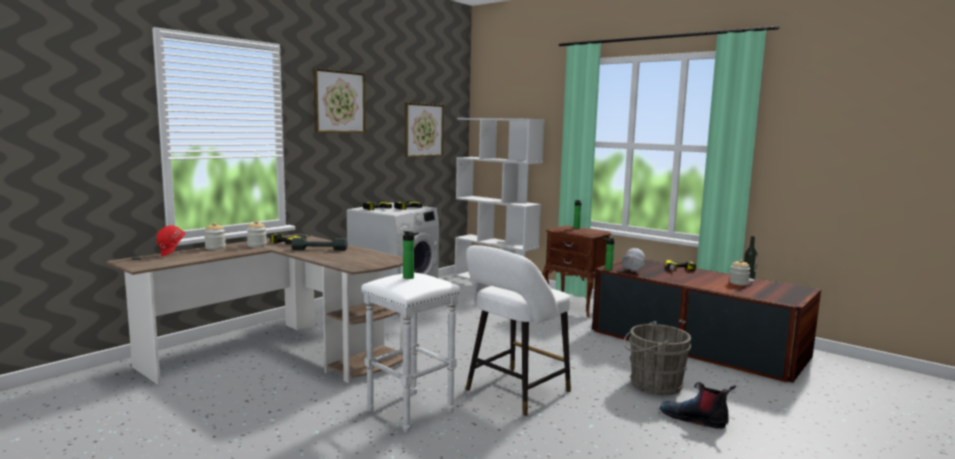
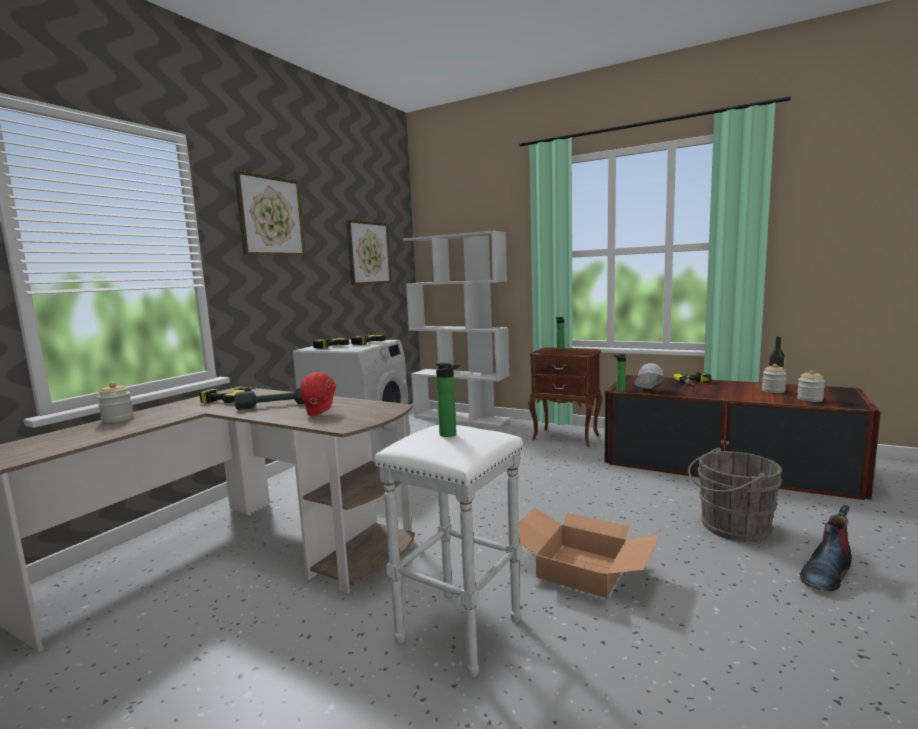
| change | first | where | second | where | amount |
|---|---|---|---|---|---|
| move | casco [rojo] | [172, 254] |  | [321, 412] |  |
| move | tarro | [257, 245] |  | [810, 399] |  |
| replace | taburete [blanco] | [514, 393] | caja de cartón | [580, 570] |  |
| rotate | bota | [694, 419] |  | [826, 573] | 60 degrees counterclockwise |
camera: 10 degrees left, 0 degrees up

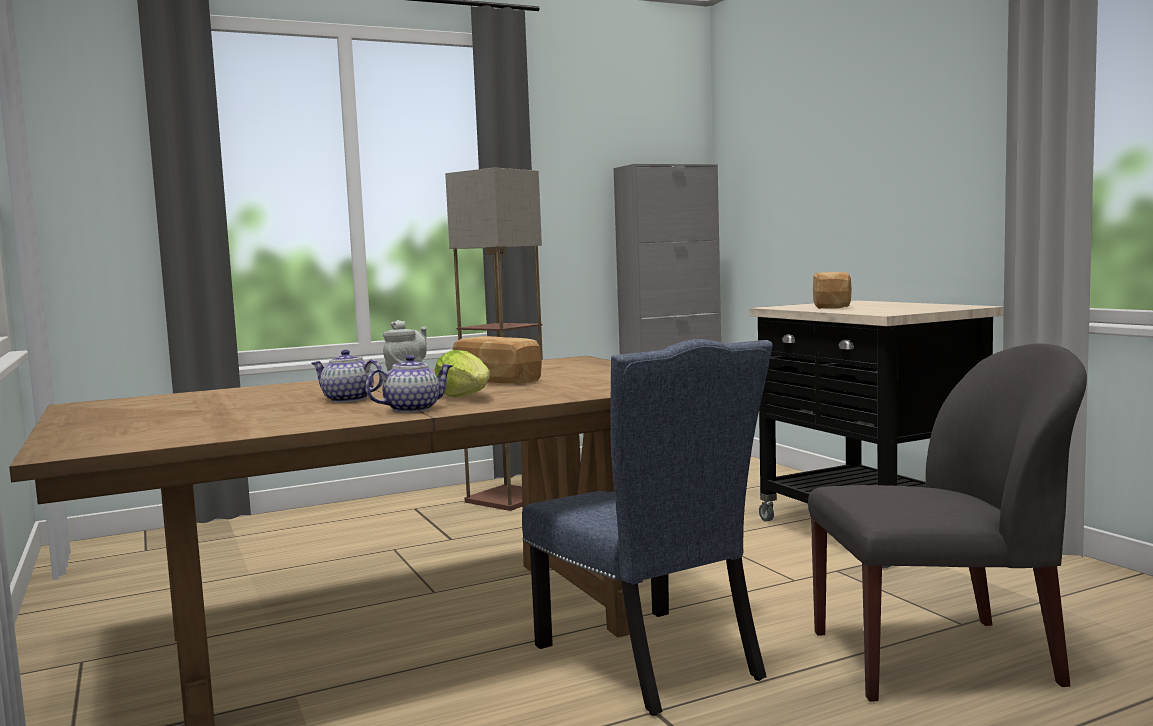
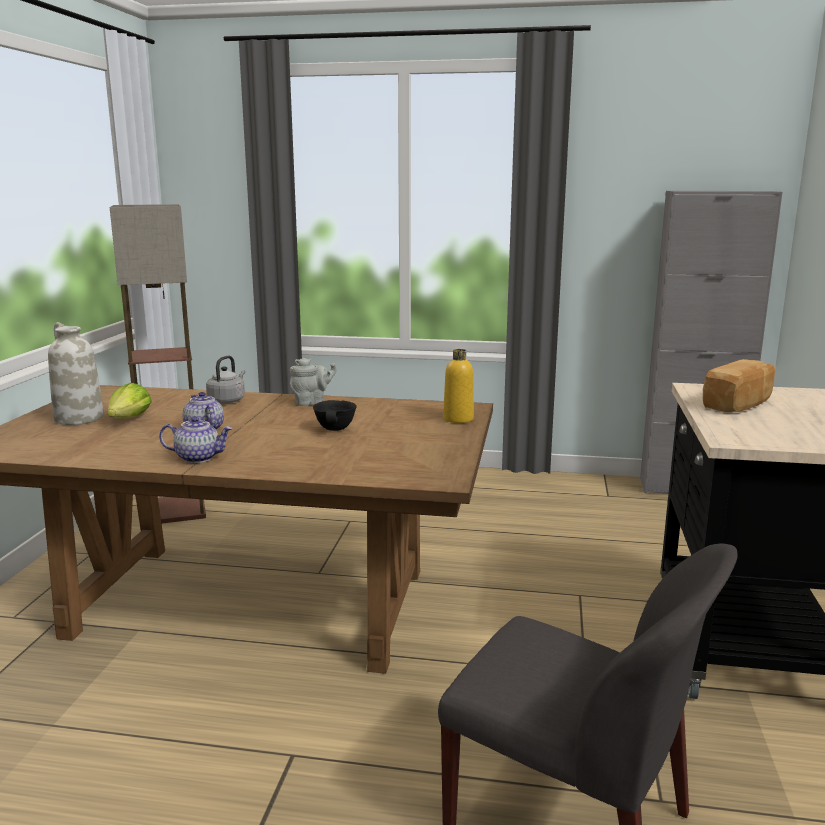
| change | first | where | second | where | amount |
|---|---|---|---|---|---|
| move | lechuga | [466, 397] |  | [130, 419] |  |
| move | lámpara de pie | [507, 498] |  | [175, 509] |  |
| replace | pan | [495, 381] | cuenco [negro] | [336, 429] |  |
| delete | silla [azul] | [648, 658] |  |  |  |
| insert |  |  | florero [blanco] | [78, 418] |  |
| insert |  |  | hervidor [gris] | [227, 400] |  |
| insert |  |  | botella [amarillo] | [458, 419] |  |
camera: 35 degrees right, 10 degrees up

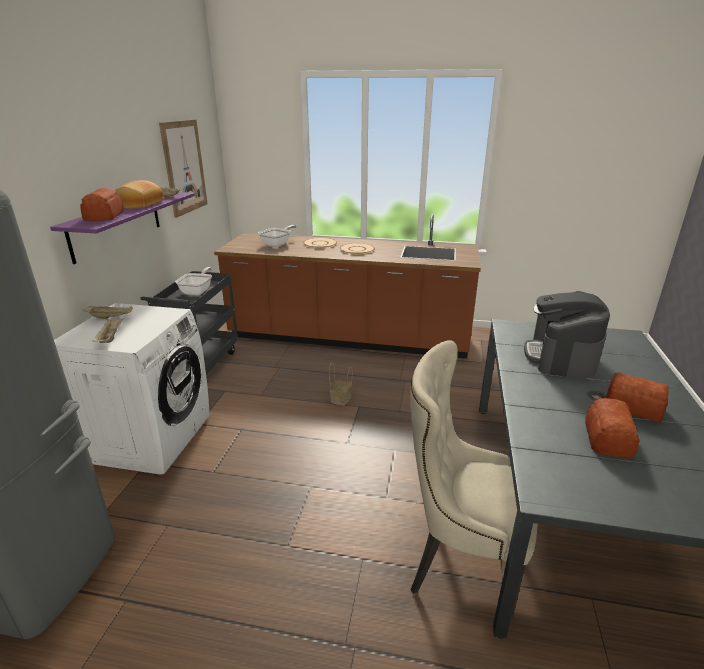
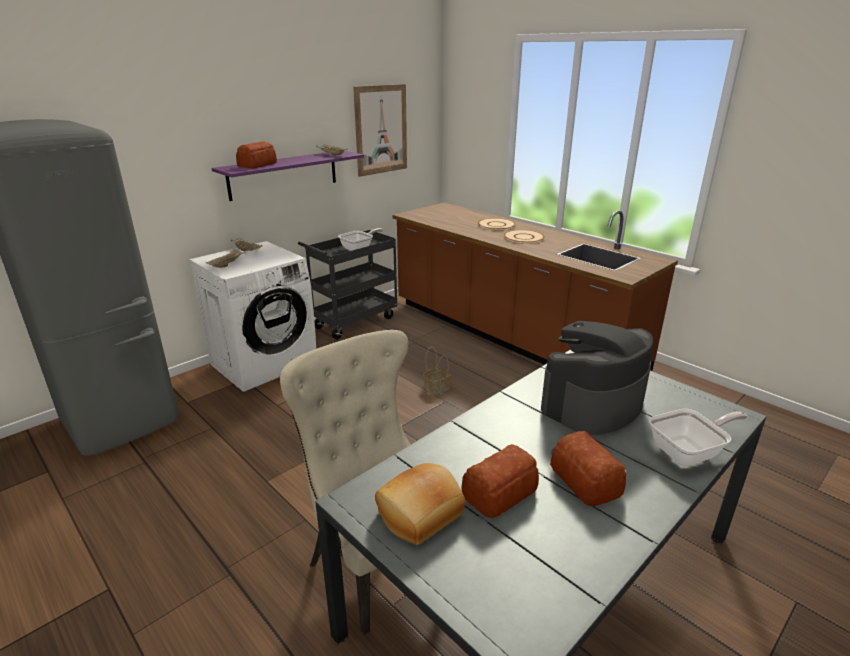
| change | first | where | second | where | amount |
|---|---|---|---|---|---|
| move | pan | [141, 204] |  | [421, 515] |  |
| move | sartén | [278, 244] |  | [689, 452] |  |
camera: 35 degrees right, 0 degrees up

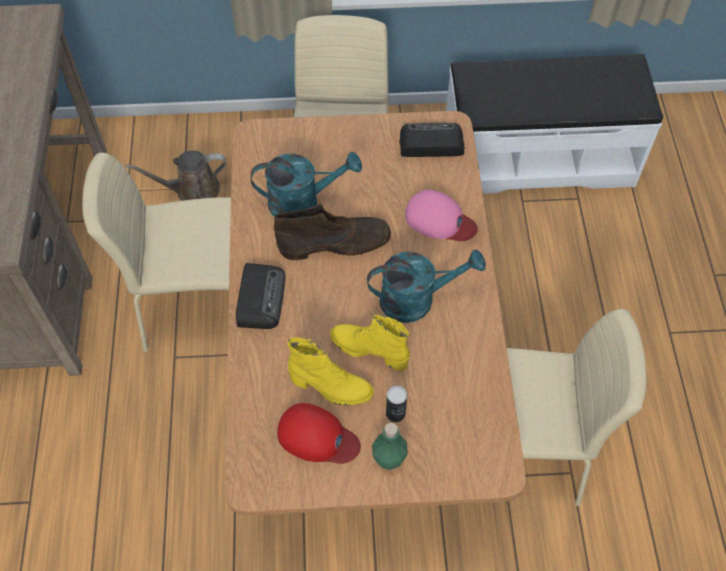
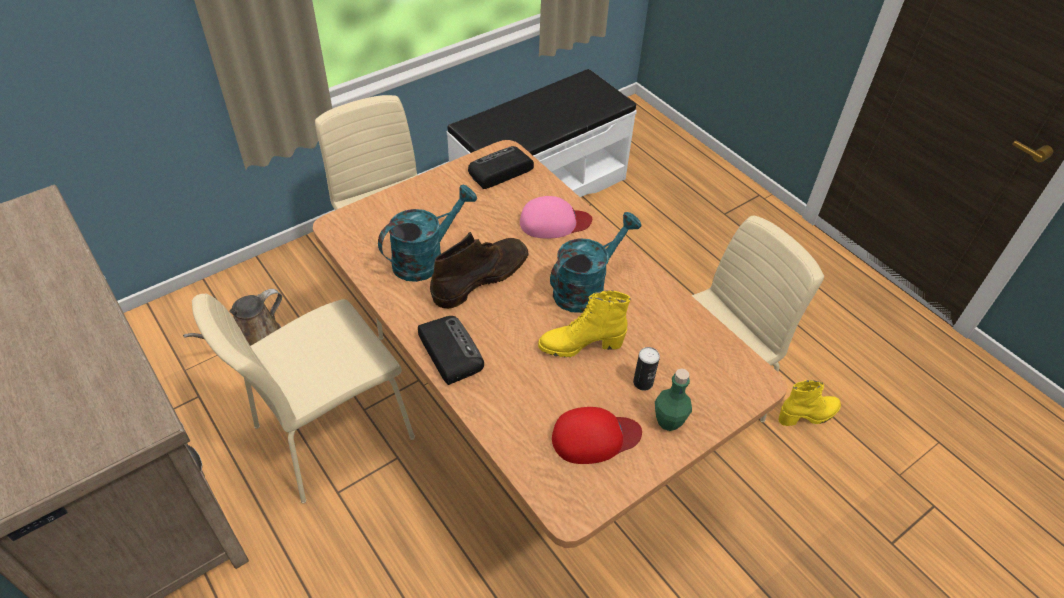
| change | first | where | second | where | amount |
|---|---|---|---|---|---|
| move | bota [amarillo] | [331, 388] |  | [808, 415] |  |
camera: 35 degrees left, 10 degrees down

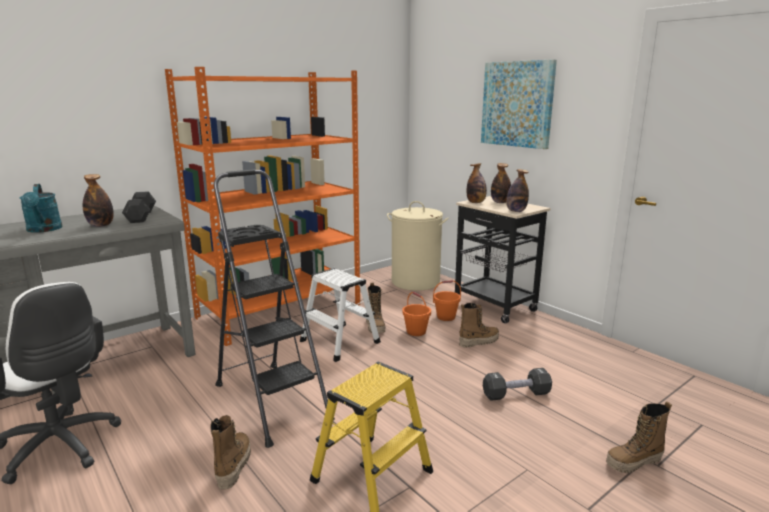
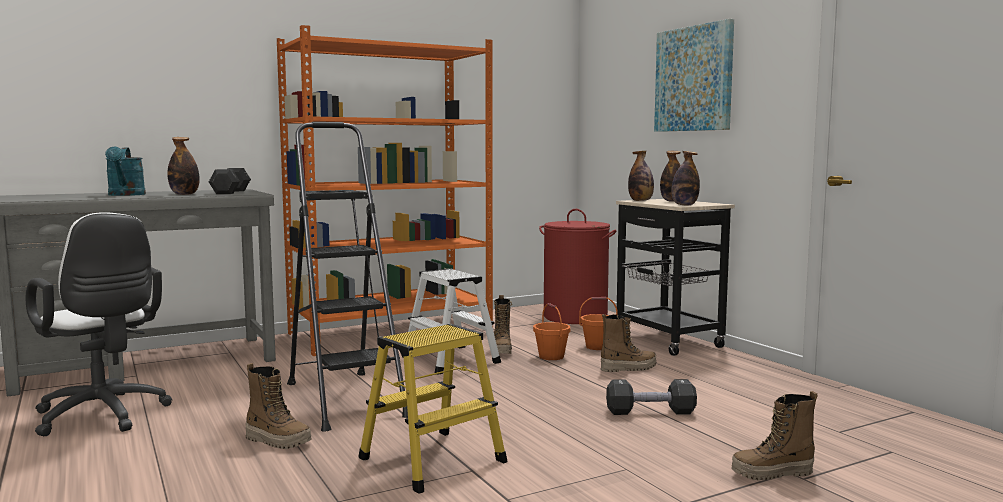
| change | first | where | second | where | amount |
|---|---|---|---|---|---|
| rotate | bota | [233, 466] |  | [278, 441] | 105 degrees clockwise |
| recolor | cesto de la ropa [beis] | [415, 282] | cesto de la ropa [rojo] | [575, 317] |  |
camera: 10 degrees right, 10 degrees down

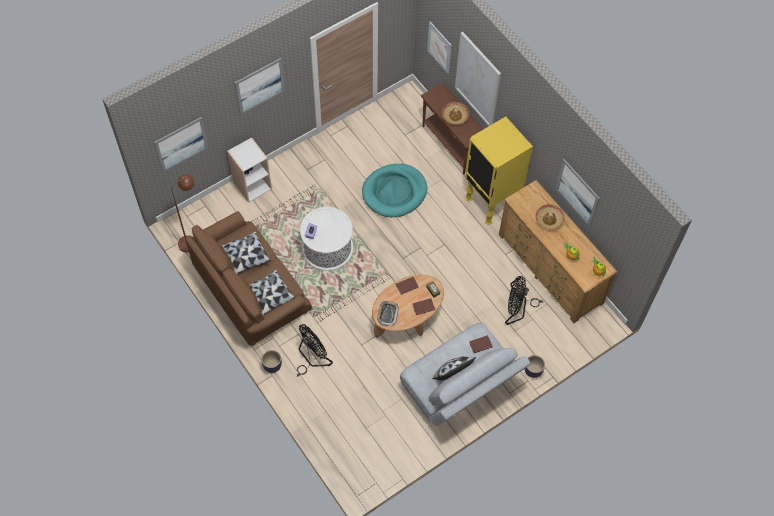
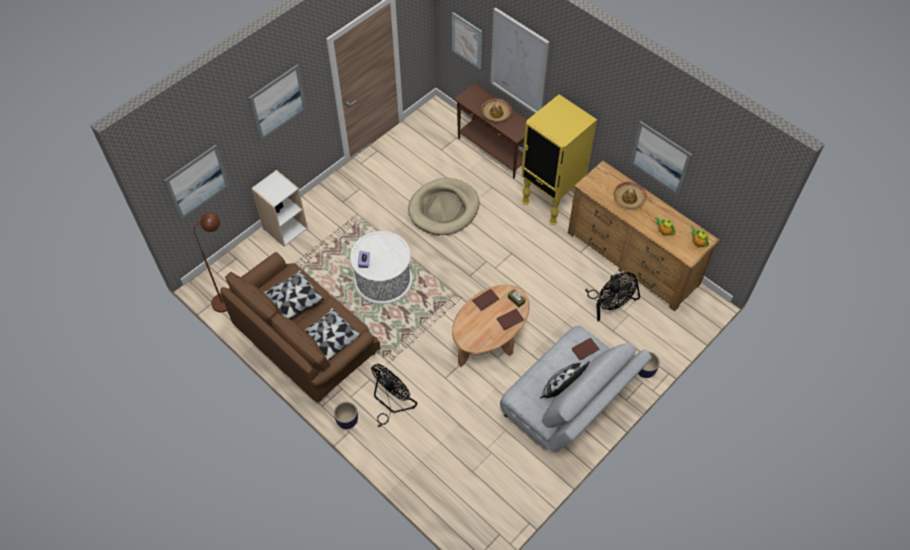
| change | first | where | second | where | amount |
|---|---|---|---|---|---|
| recolor | cama para perro [turquesa] | [394, 192] | cama para perro [beis] | [444, 209] |  |
| delete | bandeja | [387, 314] |  |  |  |
| rotate | ventilador [negro] | [518, 306] |  | [609, 304] | 120 degrees counterclockwise |
camera: 10 degrees left, 5 degrees down

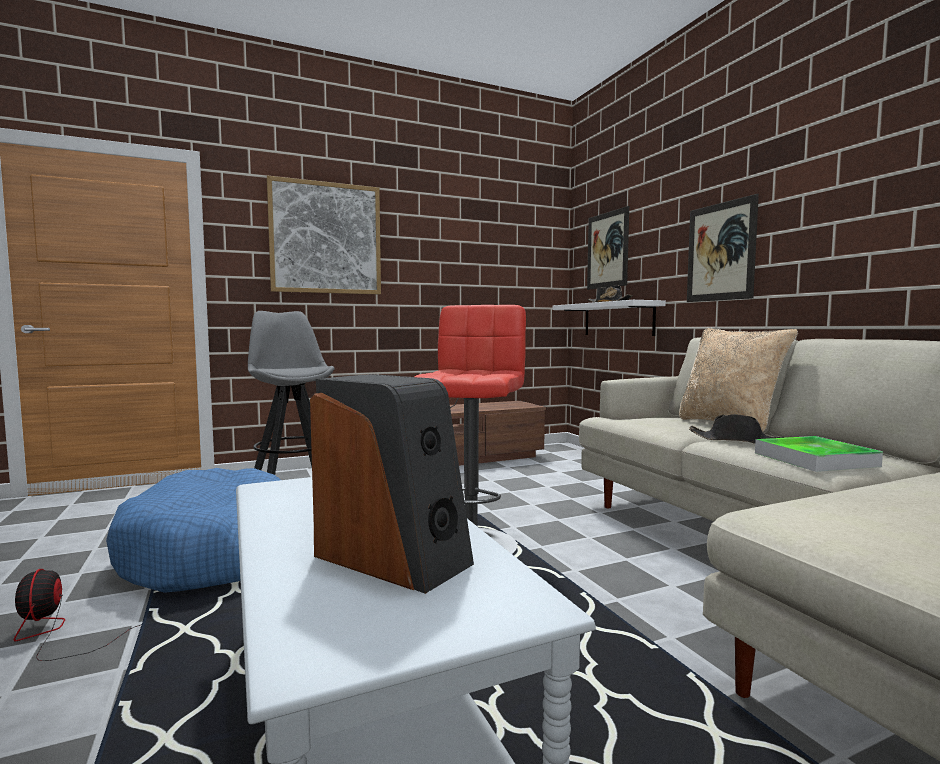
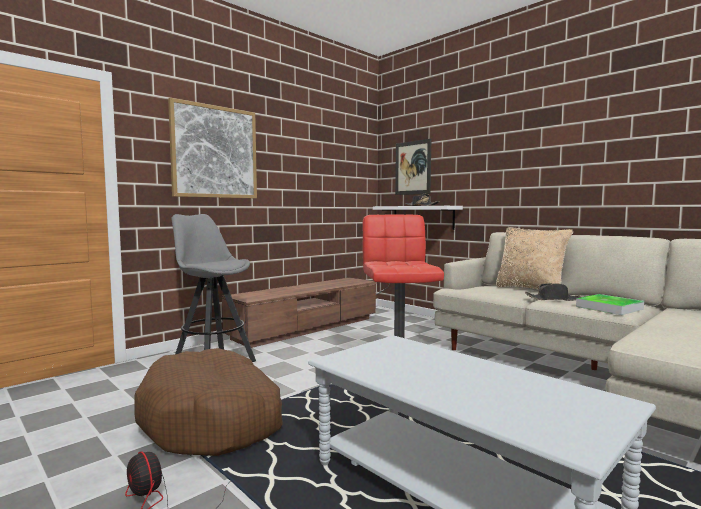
| change | first | where | second | where | amount |
|---|---|---|---|---|---|
| recolor | cama para perro [azul] | [214, 551] | cama para perro [marrón] | [213, 419] |  |
| delete | altavoz | [394, 558] |  |  |  |
| delete | cuadro | [720, 252] |  |  |  |
camera: 20 degrees left, 0 degrees up

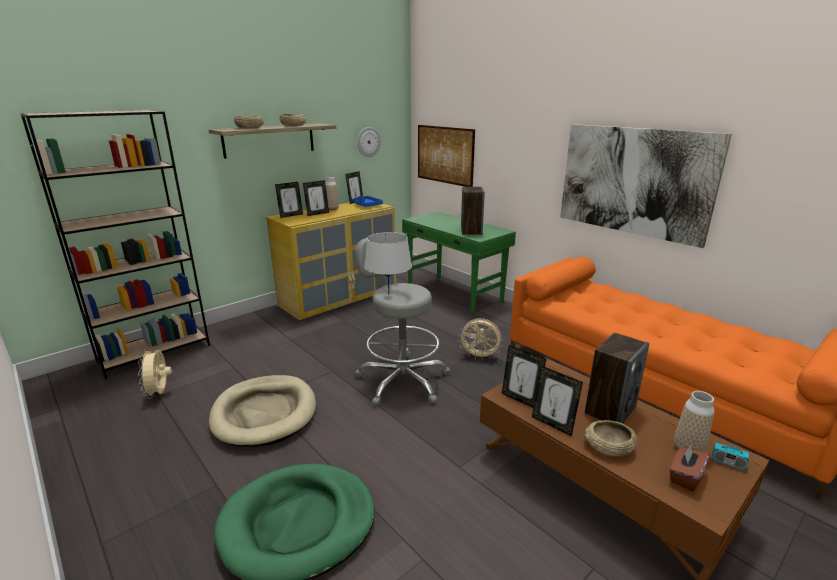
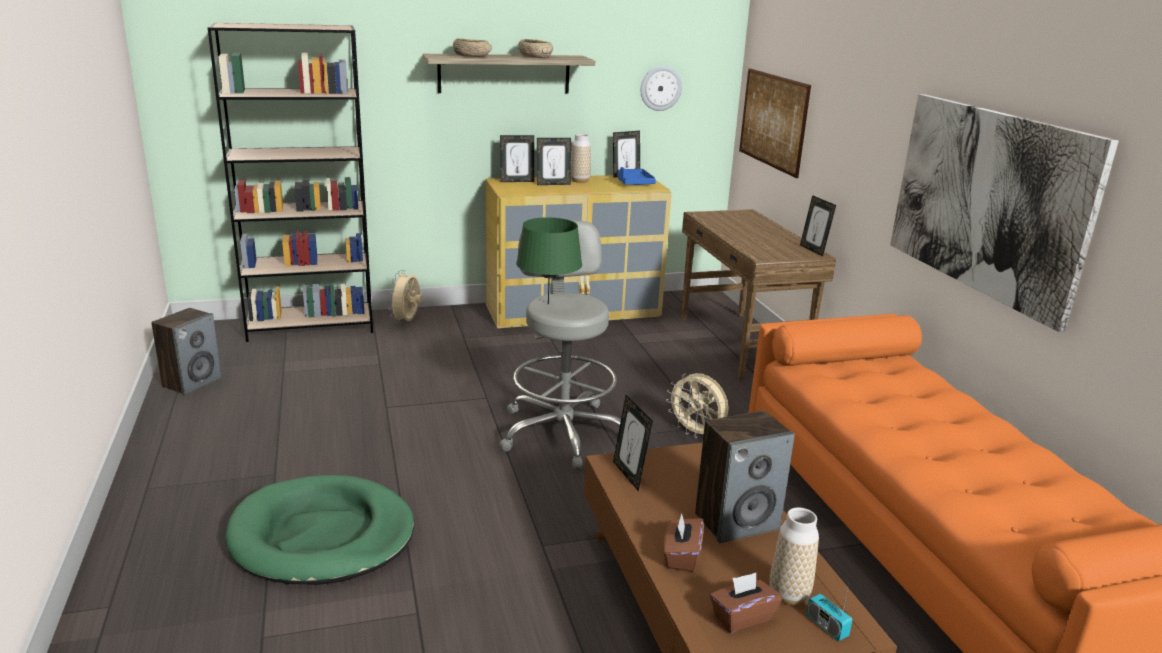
| change | first | where | second | where | amount |
|---|---|---|---|---|---|
| move | ventilador [beis] | [160, 393] |  | [407, 322] |  |
| delete | cama para perro [beis] | [265, 413] |  |  |  |
| recolor | lámpara de mesa [gris] | [388, 294] | lámpara de mesa [verde] | [548, 304] |  |
| recolor | mesa consola [verde] | [454, 295] | mesa consola [marrón] | [741, 345] |  |
| move | altavoz | [471, 231] |  | [192, 383] |  |
| move | portarretratos | [552, 424] |  | [813, 250] |  |
| replace | cuenco [beis] | [609, 447] | caja de pañuelos [marrón] | [681, 557] |  |
camera: 25 degrees right, 0 degrees up

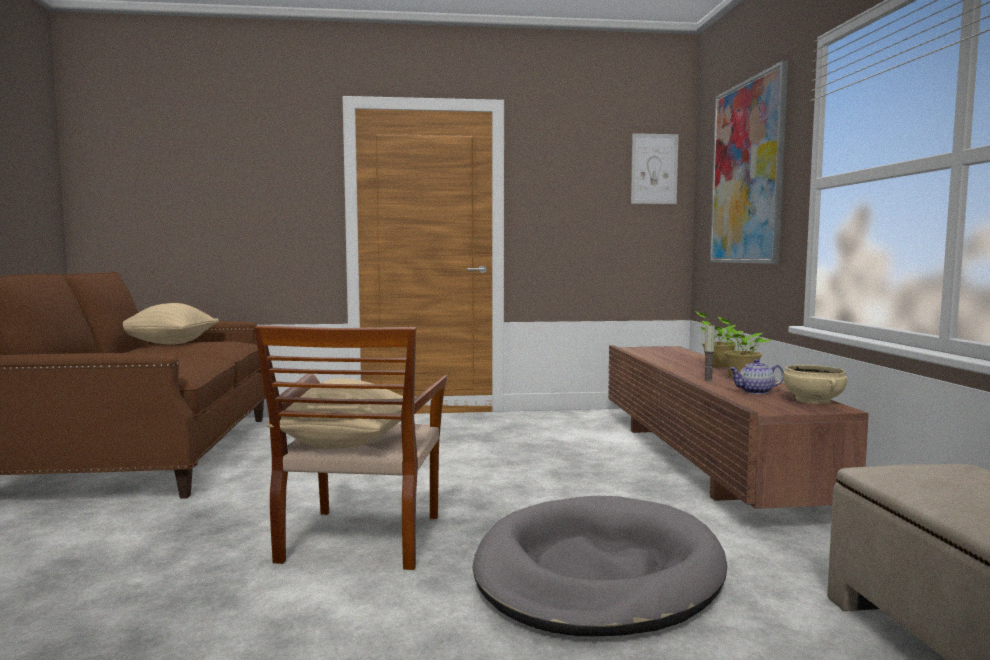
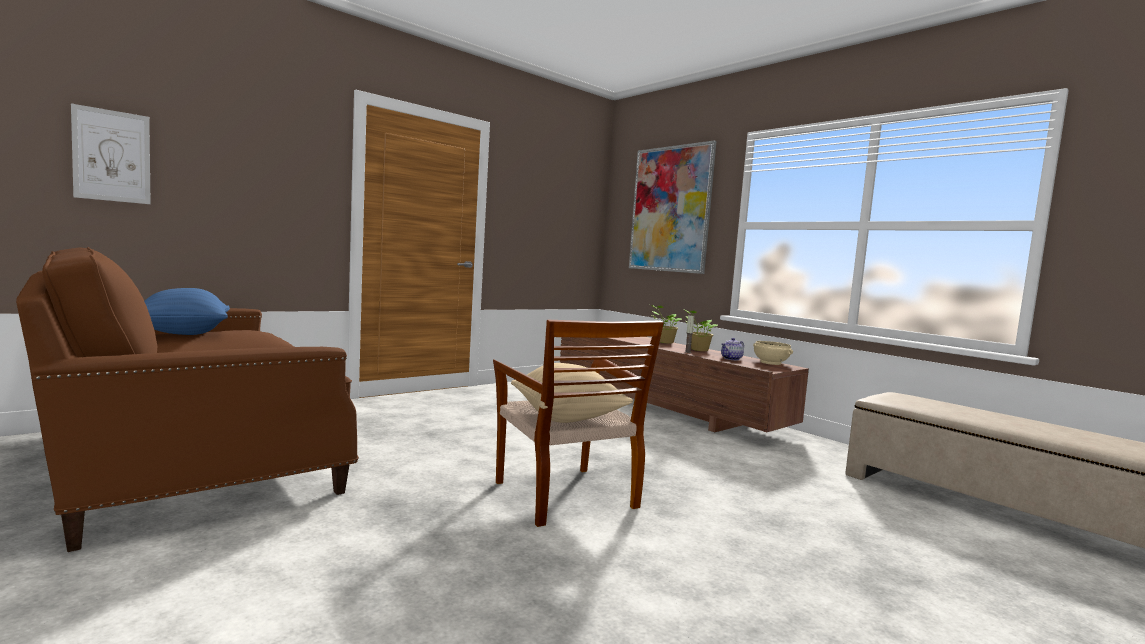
| change | first | where | second | where | amount |
|---|---|---|---|---|---|
| recolor | cojín [beis] | [169, 343] | cojín [azul] | [183, 334] |  |
| delete | cama para perro [gris] | [598, 573] |  |  |  |
| move | cuadro | [654, 169] |  | [112, 156] |  |
camera: 35 degrees left, 0 degrees up

